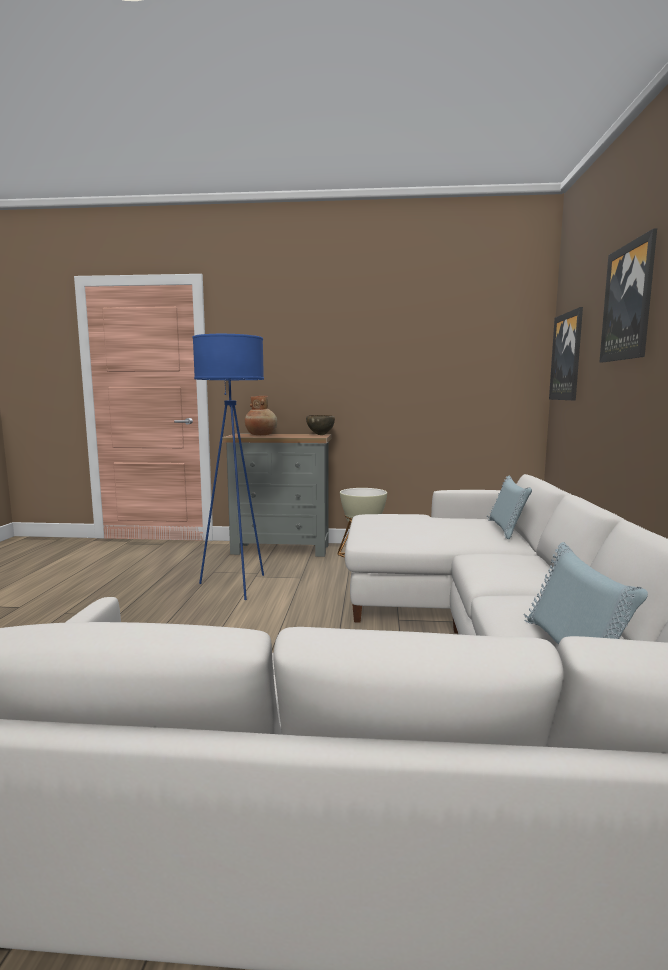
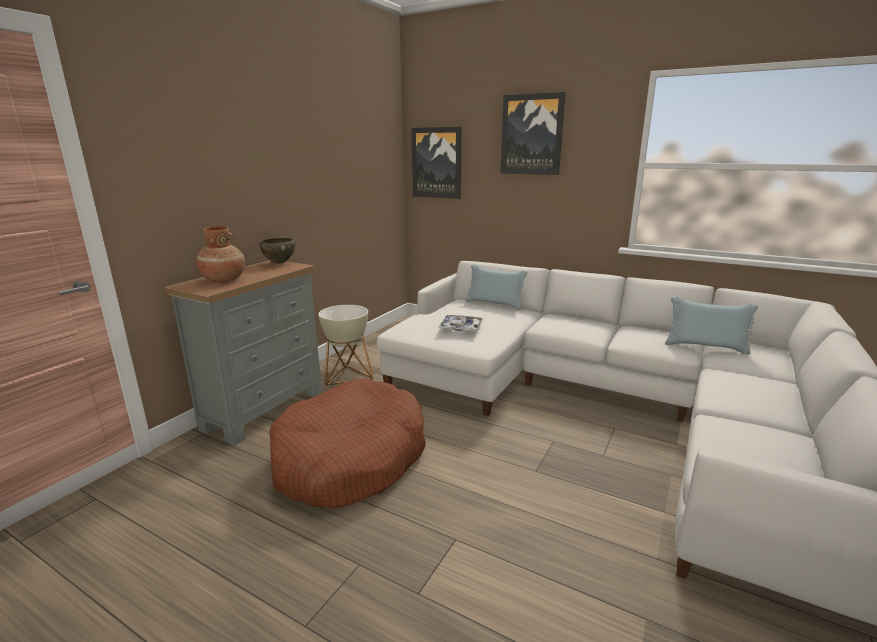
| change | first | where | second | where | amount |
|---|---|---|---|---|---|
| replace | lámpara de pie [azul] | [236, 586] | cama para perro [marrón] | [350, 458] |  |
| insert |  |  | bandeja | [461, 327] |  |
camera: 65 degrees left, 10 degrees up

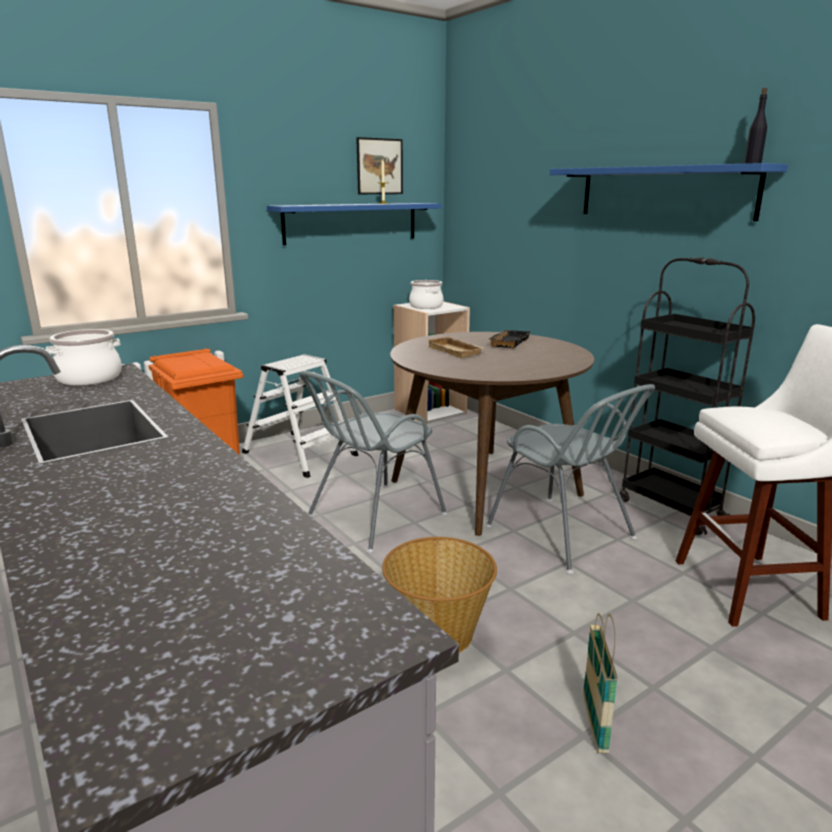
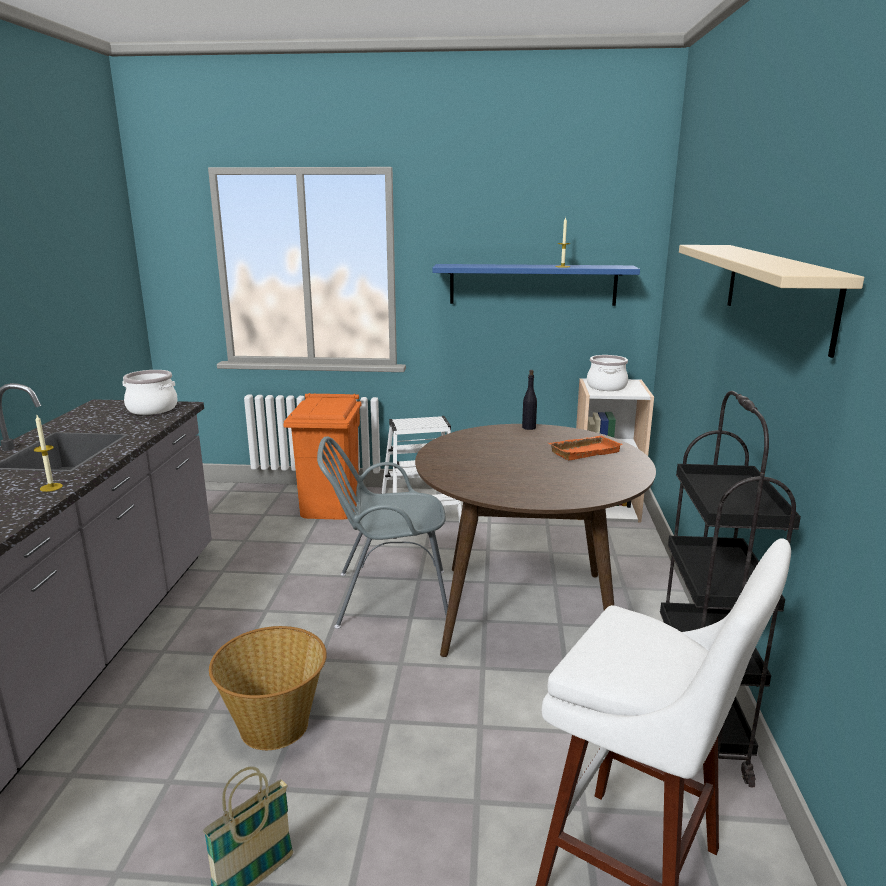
| change | first | where | second | where | amount |
|---|---|---|---|---|---|
| delete | cuadro | [379, 166] |  |  |  |
| delete | bandeja [beis] | [456, 351] |  |  |  |
| delete | silla [gris] | [564, 534] |  |  |  |
| recolor | bandeja [negro] | [508, 342] | bandeja [naranja] | [584, 451] |  |
| recolor | estante [azul] | [664, 192] | estante [beis] | [777, 292] |  |
| move | botella [negro] | [752, 163] |  | [529, 427] |  |
| insert |  |  | vela | [51, 487] |  |
camera: 40 degrees right, 0 degrees up

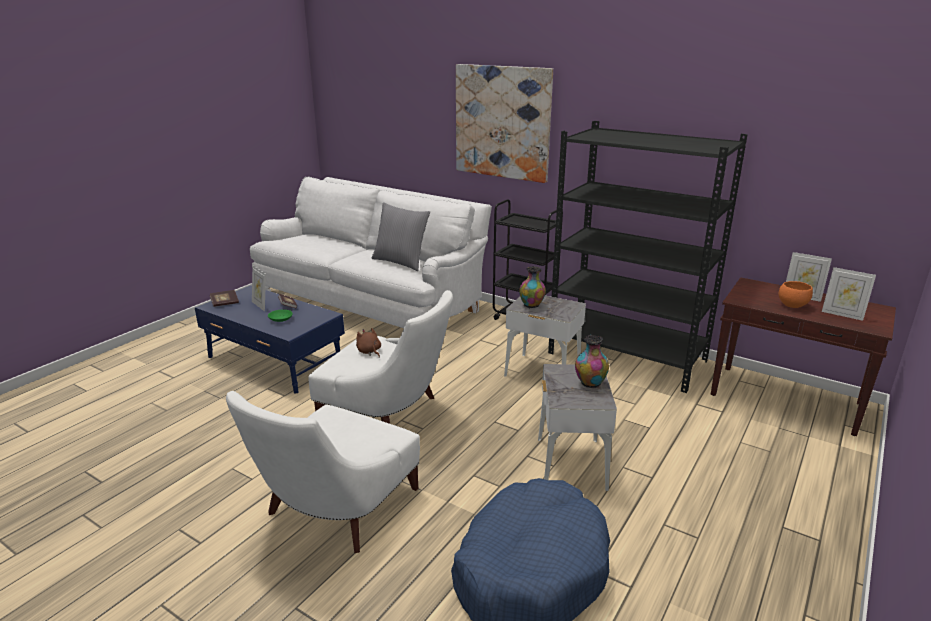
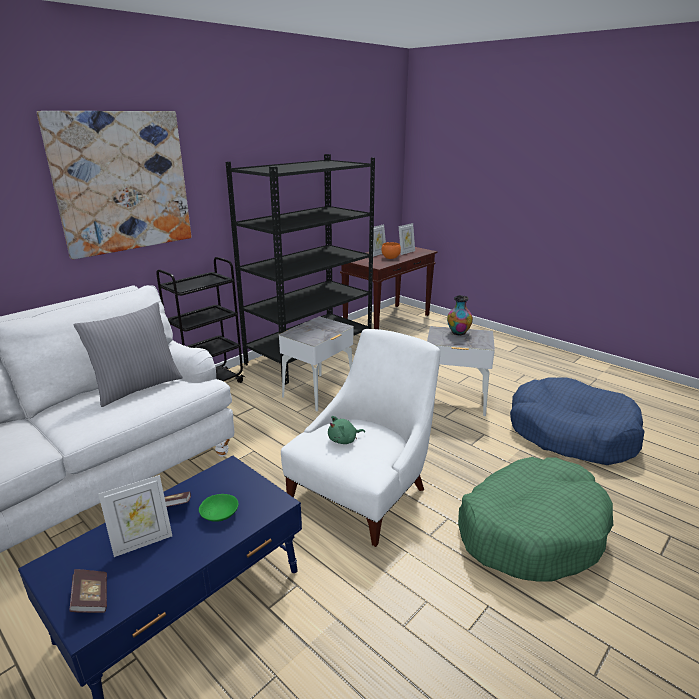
| change | first | where | second | where | amount |
|---|---|---|---|---|---|
| replace | sillón [blanco] | [334, 510] | cama para perro [verde] | [531, 530] |  |
| recolor | peluche [marrón] | [369, 351] | peluche [verde] | [344, 440] |  |
| delete | florero | [531, 305] |  |  |  |
camera: 80 degrees left, 0 degrees up

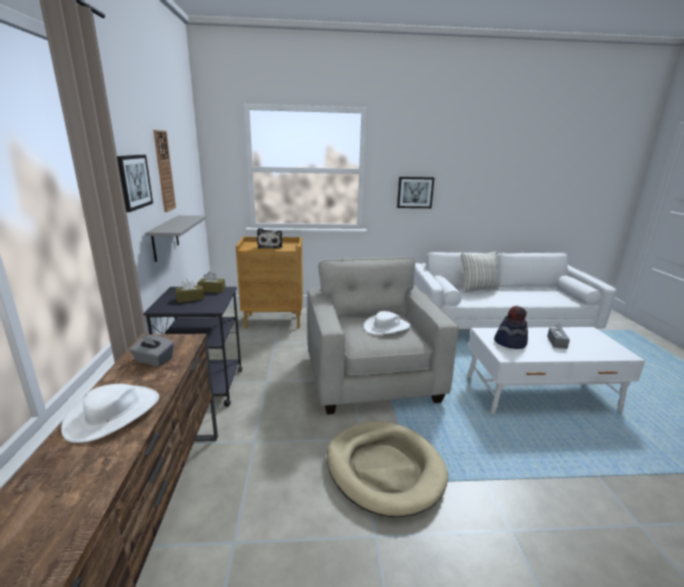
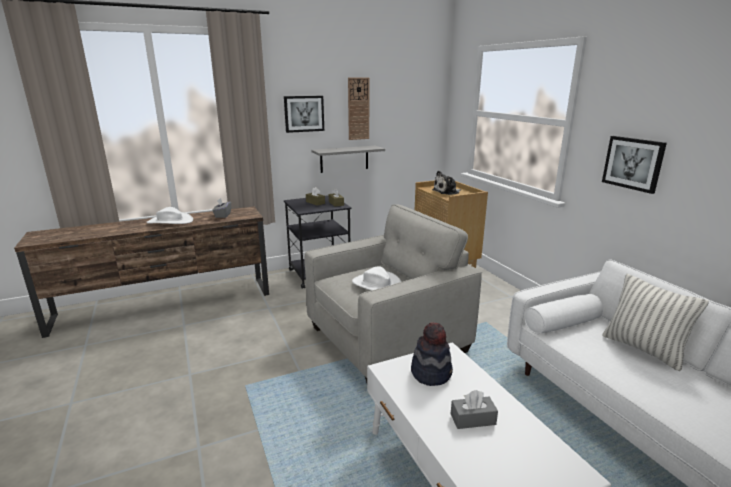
| change | first | where | second | where | amount |
|---|---|---|---|---|---|
| delete | cama para perro [beis] | [384, 469] |  |  |  |
camera: 70 degrees right, 0 degrees up

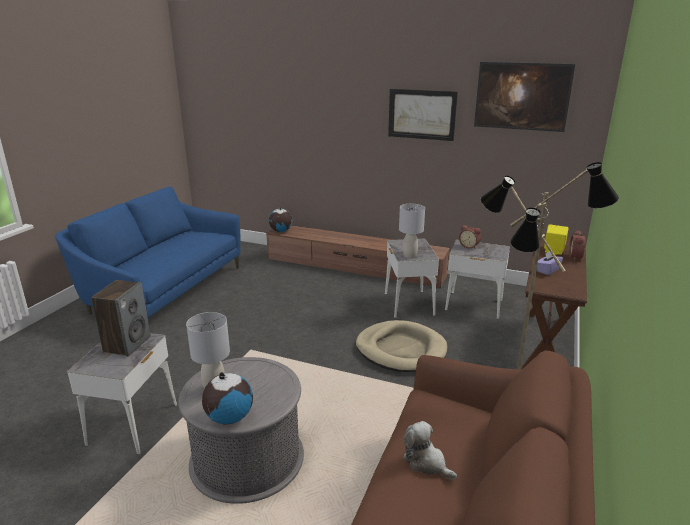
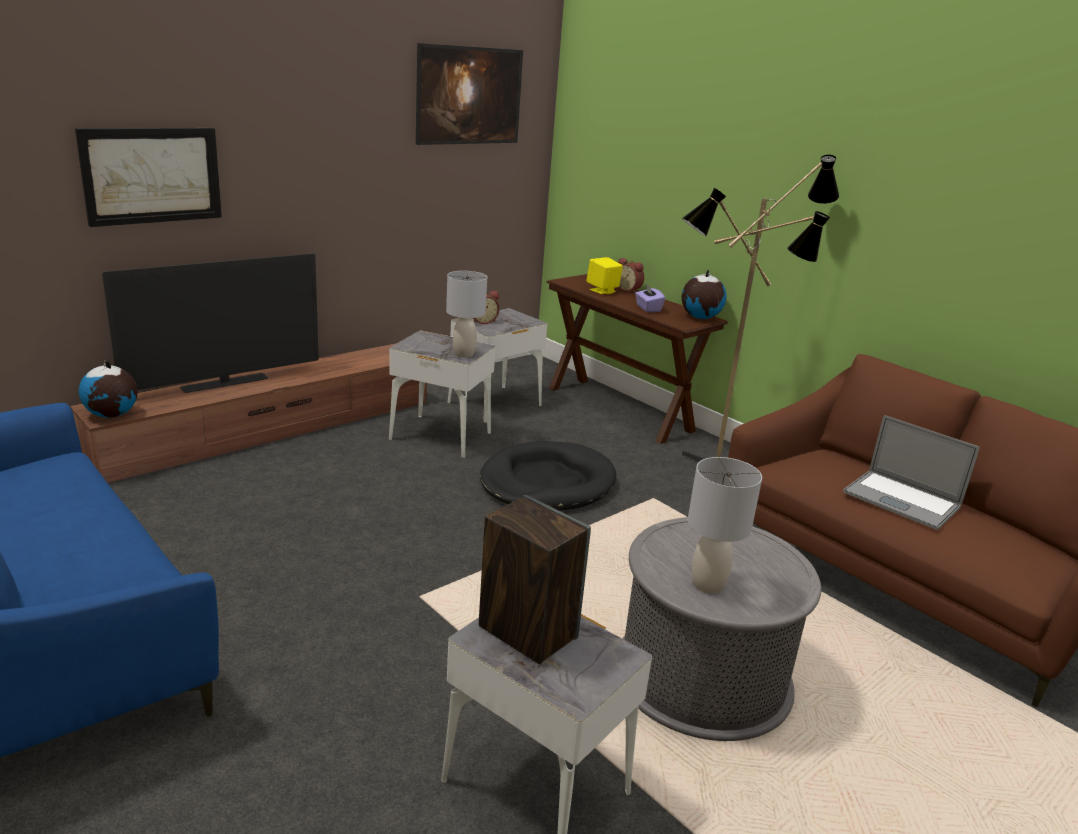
| change | first | where | second | where | amount |
|---|---|---|---|---|---|
| move | globo terráqueo | [229, 417] |  | [700, 318] |  |
| recolor | cama para perro [beis] | [400, 350] | cama para perro [negro] | [547, 482] |  |
| move | cuadro | [422, 114] |  | [152, 175] |  |
| replace | peluche | [426, 462] | portátil | [901, 500] |  |
| insert |  |  | televisor | [225, 383] |  |
camera: 65 degrees left, 0 degrees up

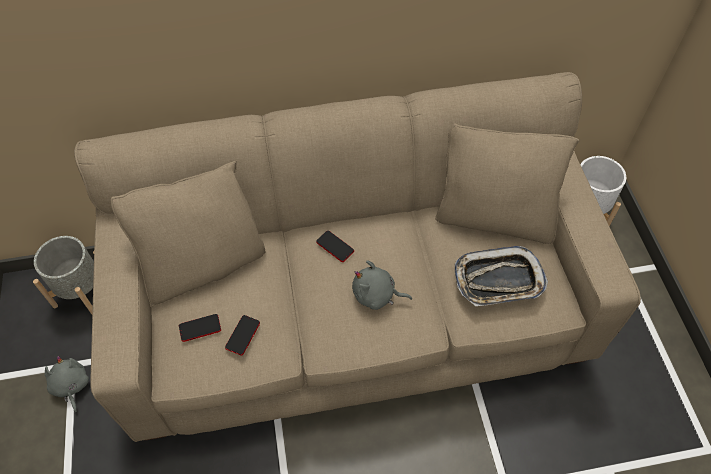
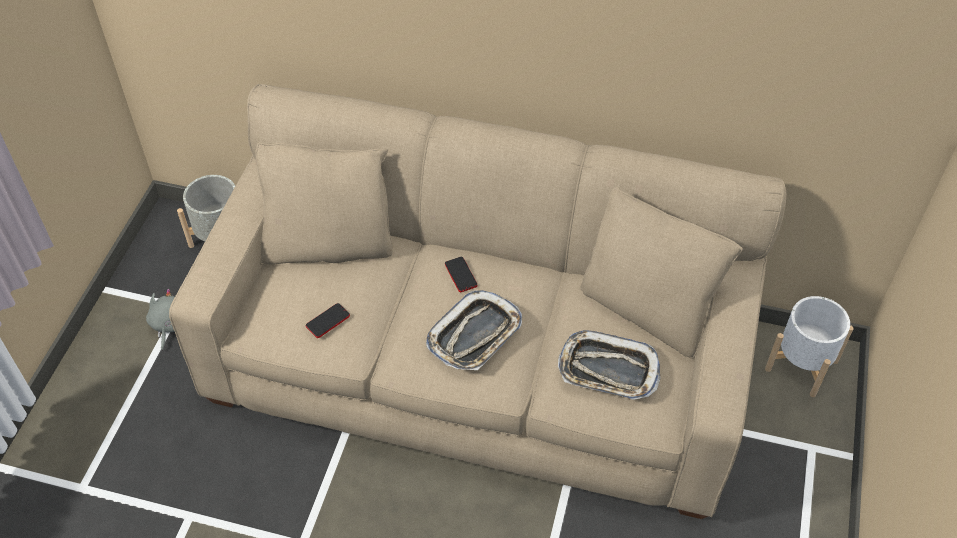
| change | first | where | second | where | amount |
|---|---|---|---|---|---|
| delete | móvil | [200, 328] |  |  |  |
| replace | peluche [gris] | [376, 295] | bandeja | [475, 335] |  |
camera: 25 degrees right, 5 degrees down

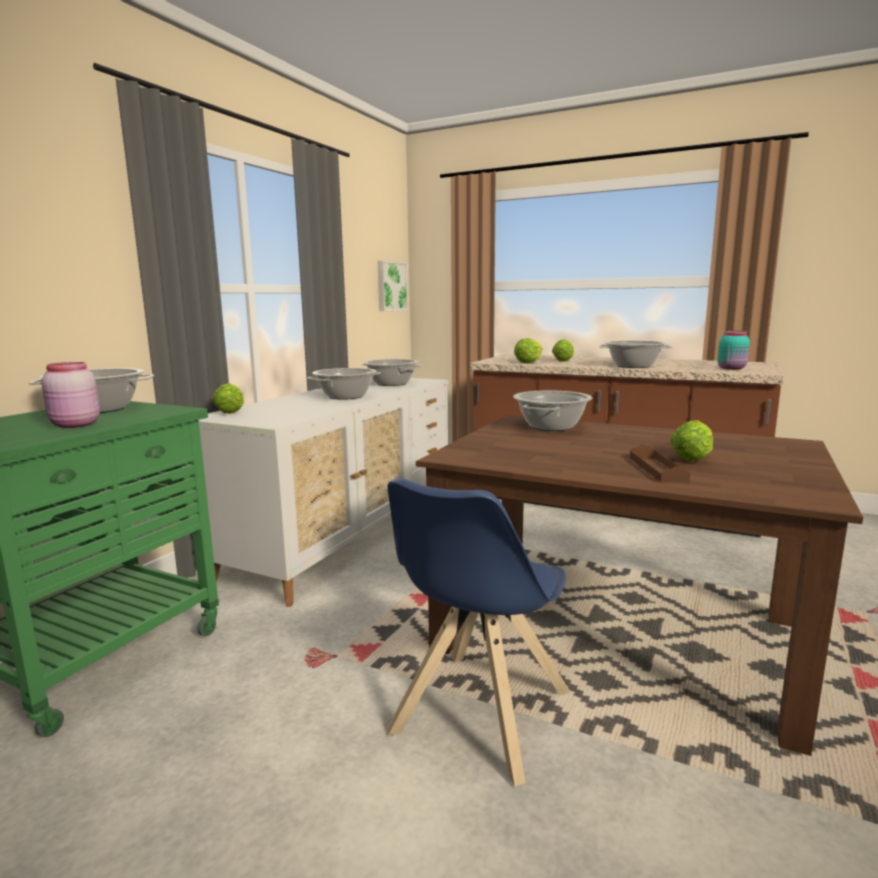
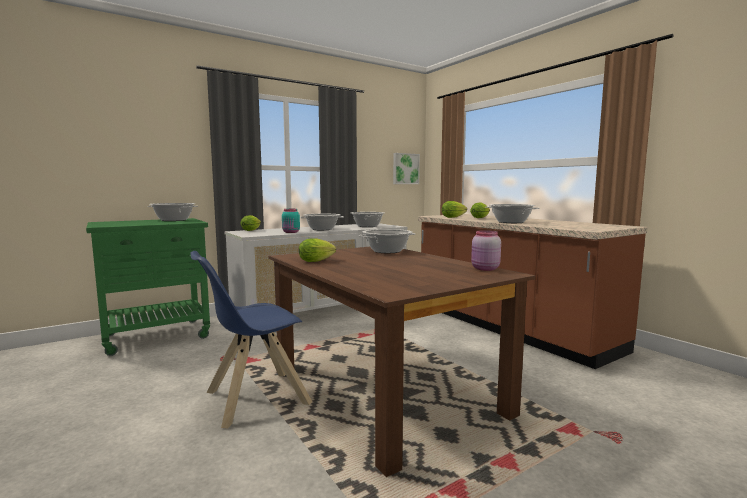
| change | first | where | second | where | amount |
|---|---|---|---|---|---|
| move | tarro [rosa] | [74, 425] |  | [484, 269] |  |
| delete | bandeja [marrón] | [657, 469] |  |  |  |
| move | lechuga | [693, 457] |  | [318, 261] |  |
| move | tarro [turquesa] | [732, 368] |  | [291, 232] |  |
camera: 30 degrees right, 5 degrees down

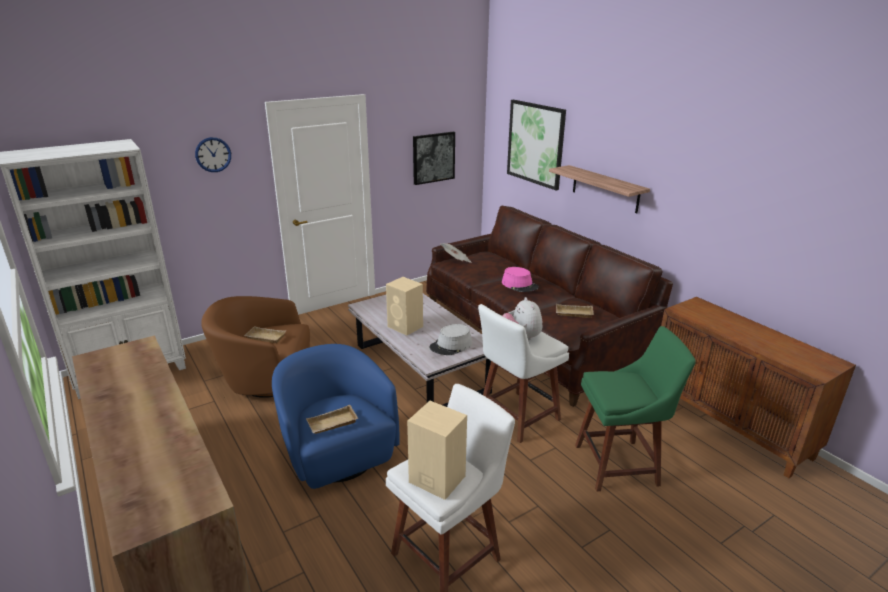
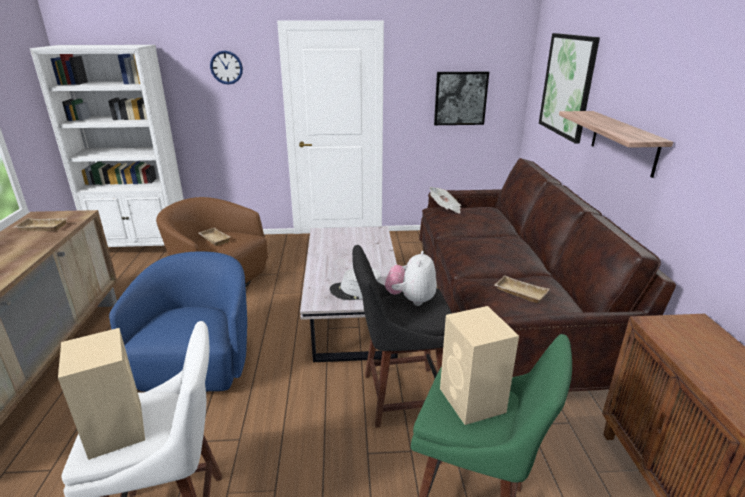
| change | first | where | second | where | amount |
|---|---|---|---|---|---|
| move | bandeja [beis] | [332, 424] |  | [41, 228] |  |
| move | altavoz [beis] | [406, 327] |  | [473, 401] |  |
| recolor | taburete [blanco] | [516, 417] | taburete [negro] | [399, 395] |  |
| delete | sombrero [rosa] | [520, 285] |  |  |  |
camera: 30 degrees right, 0 degrees up

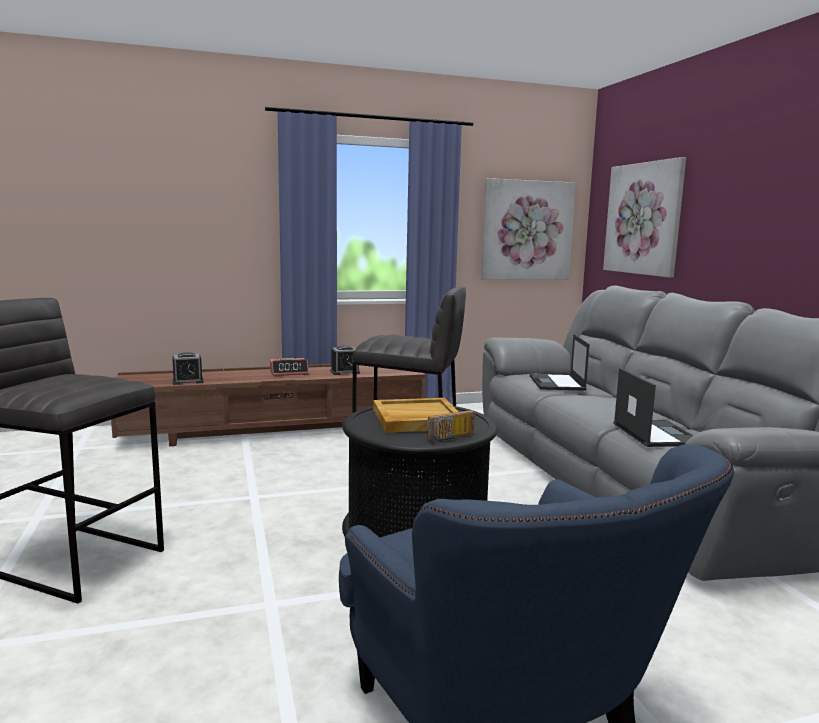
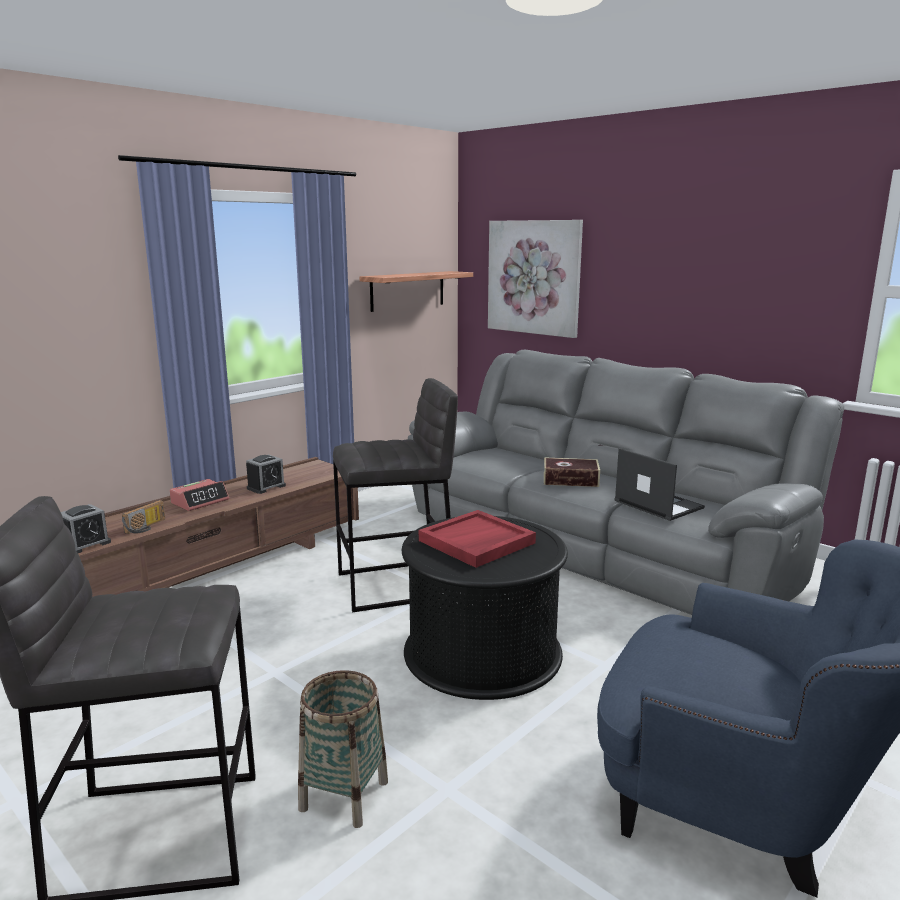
| change | first | where | second | where | amount |
|---|---|---|---|---|---|
| recolor | bandeja [beis] | [416, 419] | bandeja [rojo] | [476, 542] |  |
| move | radio | [452, 438] |  | [147, 527] |  |
| replace | cuadro | [527, 230] | estante | [407, 290] |  |
| delete | portátil | [557, 383] |  |  |  |
| insert |  |  | cesta | [344, 795] |  |
| insert |  |  | libro | [570, 480] |  |
camera: 30 degrees left, 5 degrees up

